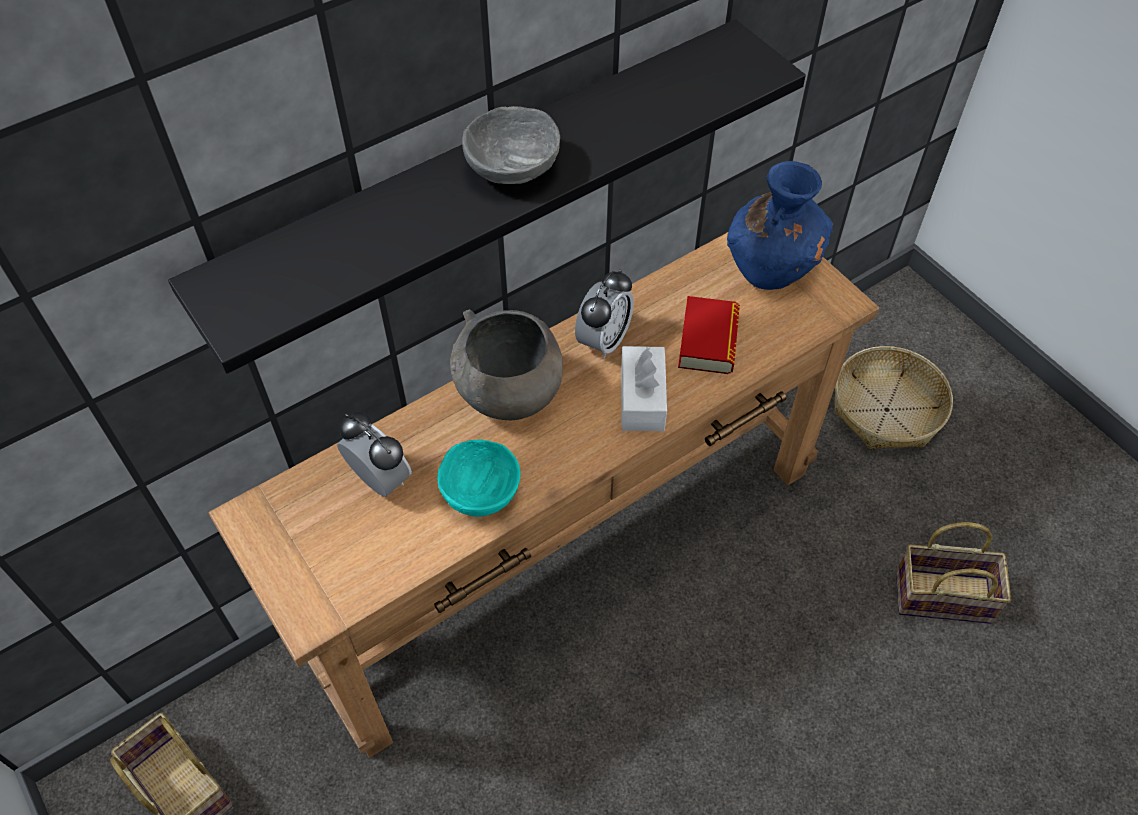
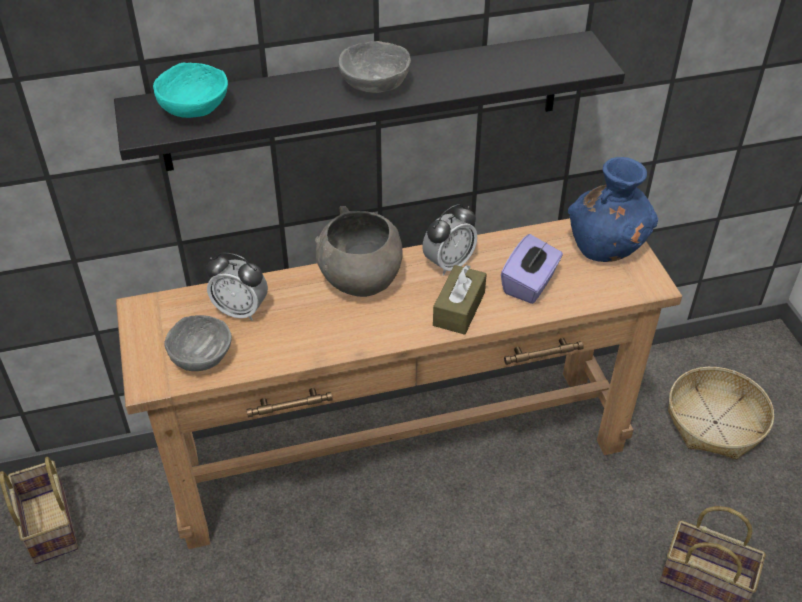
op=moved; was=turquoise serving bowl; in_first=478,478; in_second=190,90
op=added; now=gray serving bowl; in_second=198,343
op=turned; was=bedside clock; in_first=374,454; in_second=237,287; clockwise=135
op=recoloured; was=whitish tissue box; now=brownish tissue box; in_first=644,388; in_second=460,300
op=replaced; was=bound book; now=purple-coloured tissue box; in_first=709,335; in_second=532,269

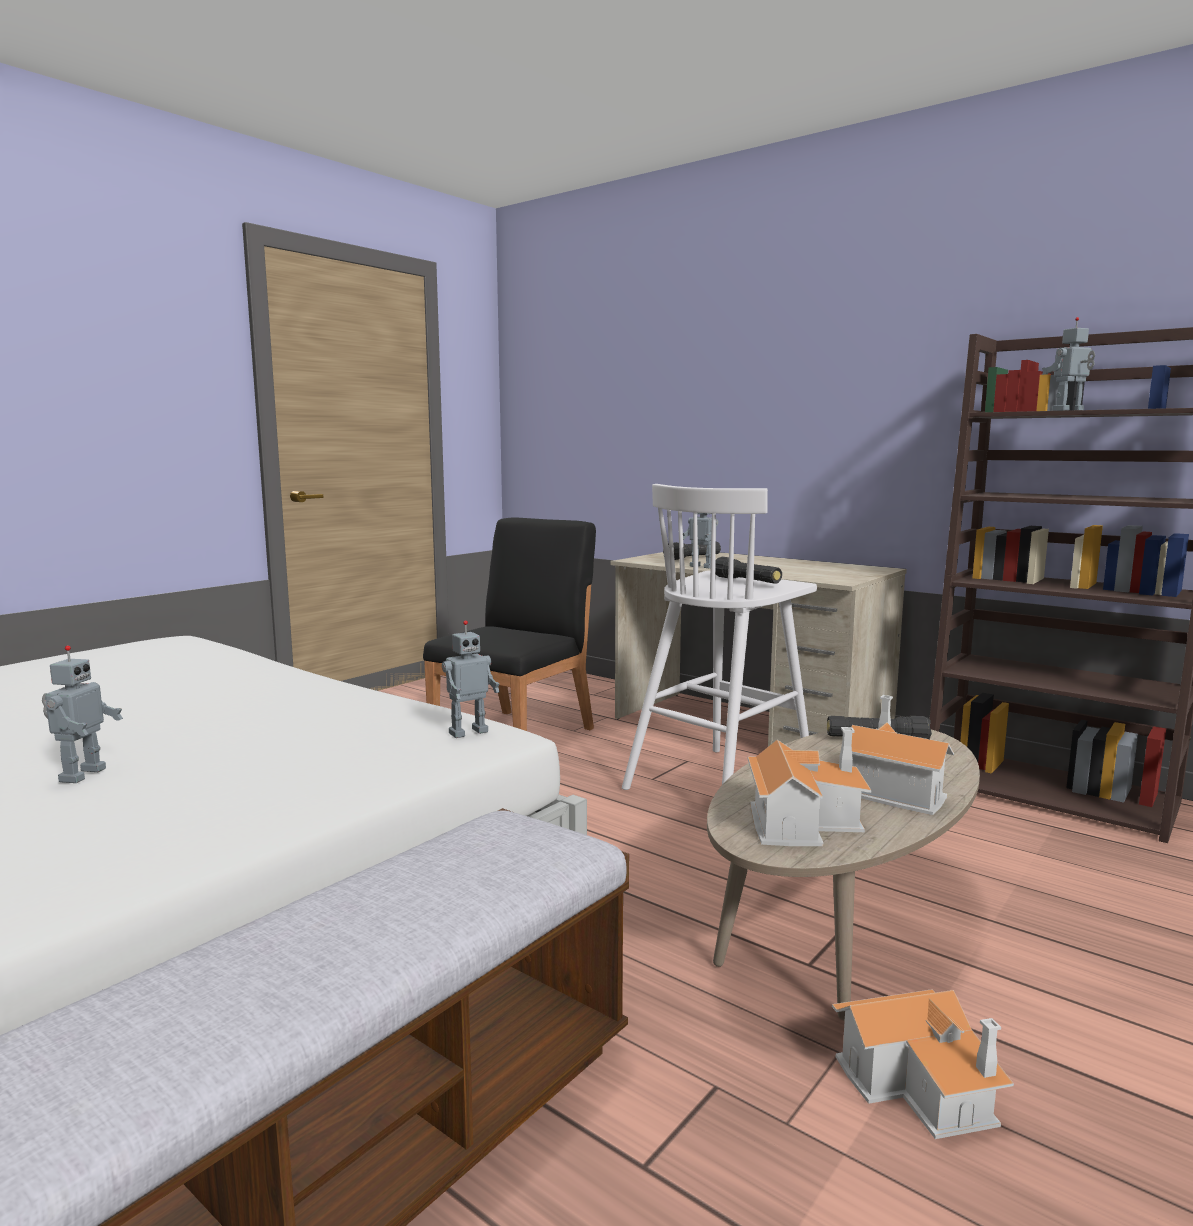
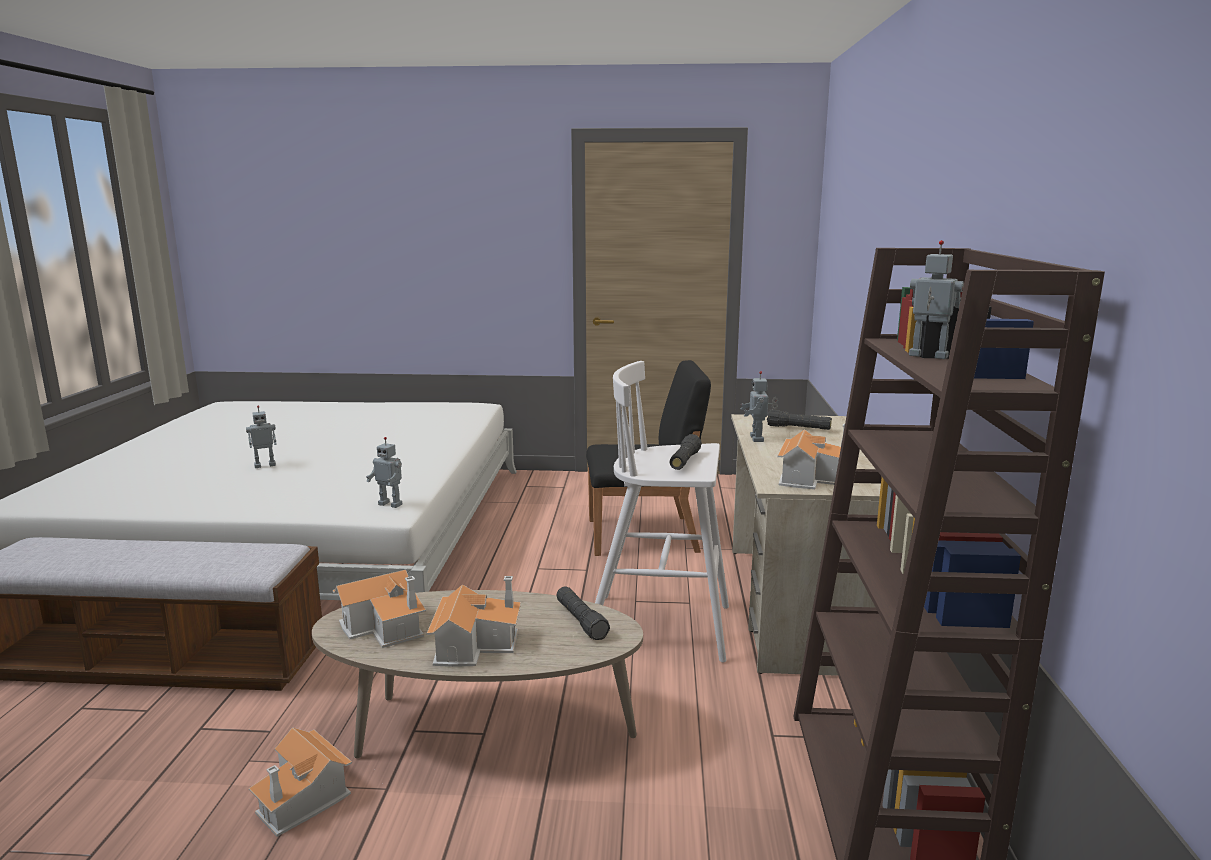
op=added; now=miniature house; in_second=811,456

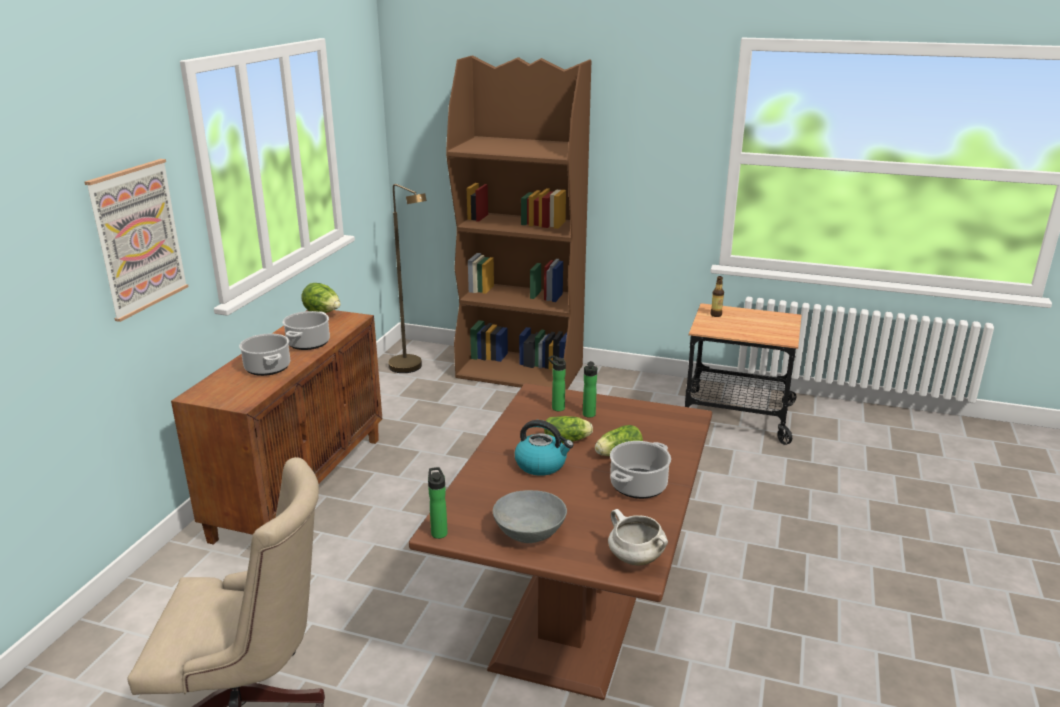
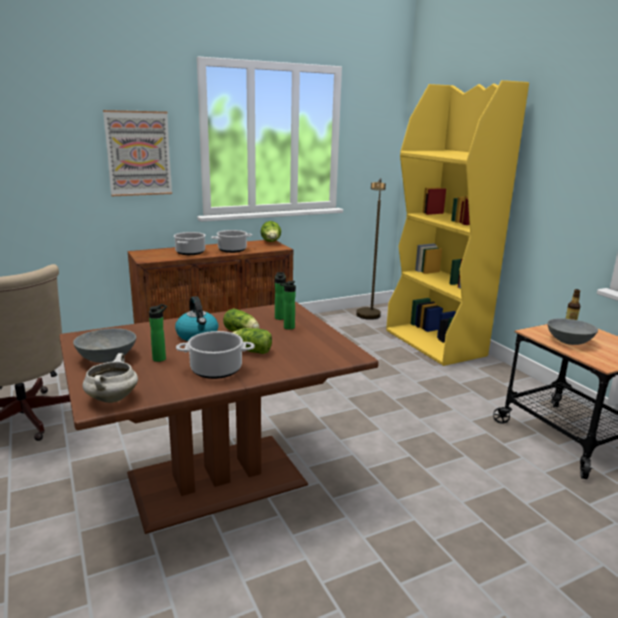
op=moved; was=beverage bottle; in_first=438,503; in_second=158,333
op=recoloured; was=brownish shelving unit; now=yellow-coloured shelving unit; in_first=518,223; in_second=457,223
op=added; now=gray serving bowl; in_second=572,331

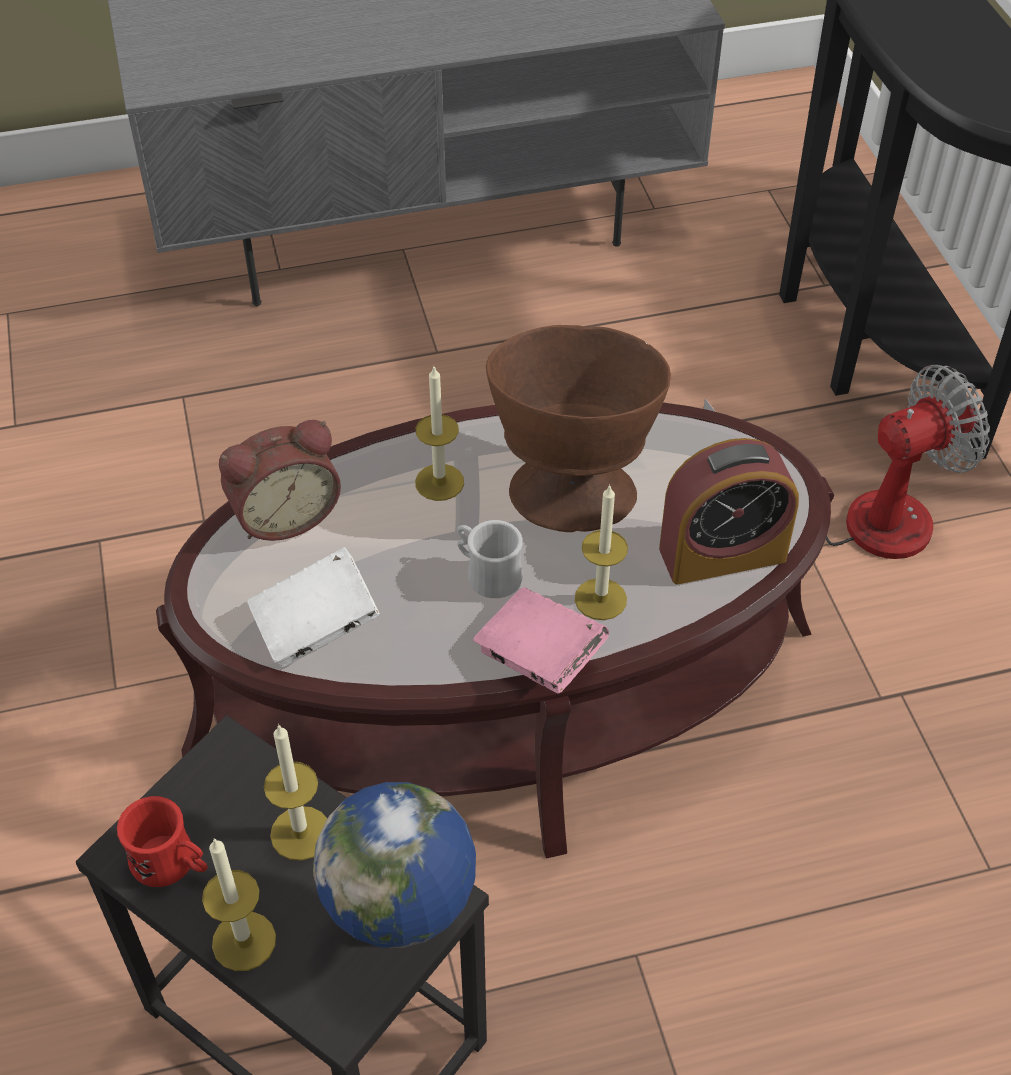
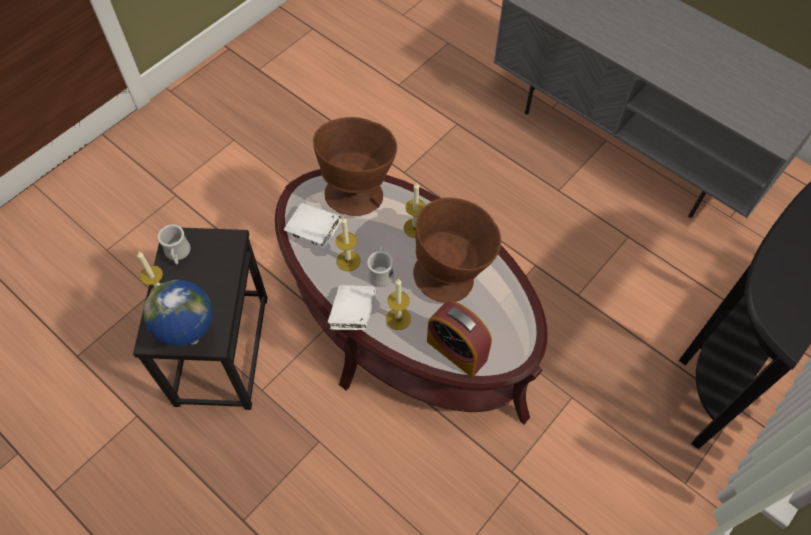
op=recoloured; was=red-coloured tea mug; now=whitish tea mug; in_first=162,841; in_second=174,244
op=replaced; was=bedside clock; now=brownish serving bowl; in_first=280,480; in_second=355,166
op=recoloured; was=pink-coloured bound book; now=whitish bound book; in_first=541,640; in_second=352,307
op=moved; was=candle; in_first=295,792; in_second=348,244
op=removed; was=electric fan; in_first=847,462

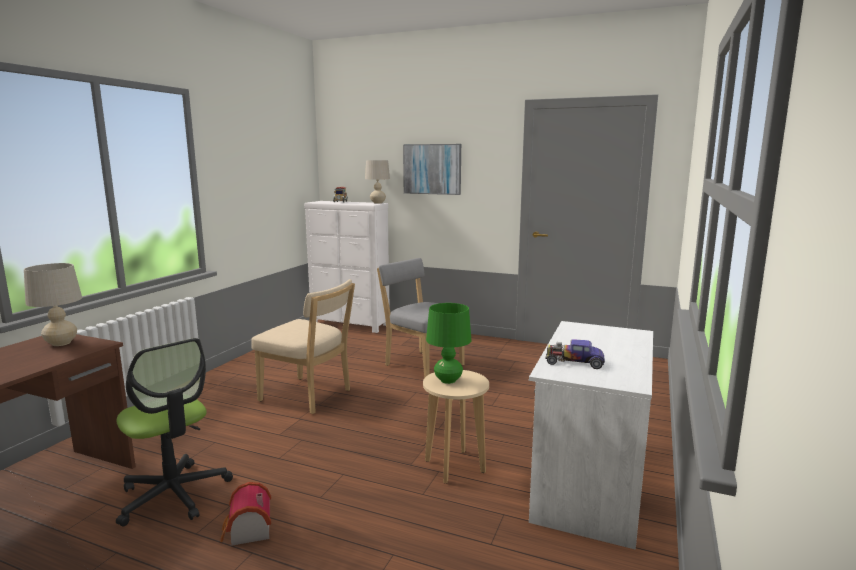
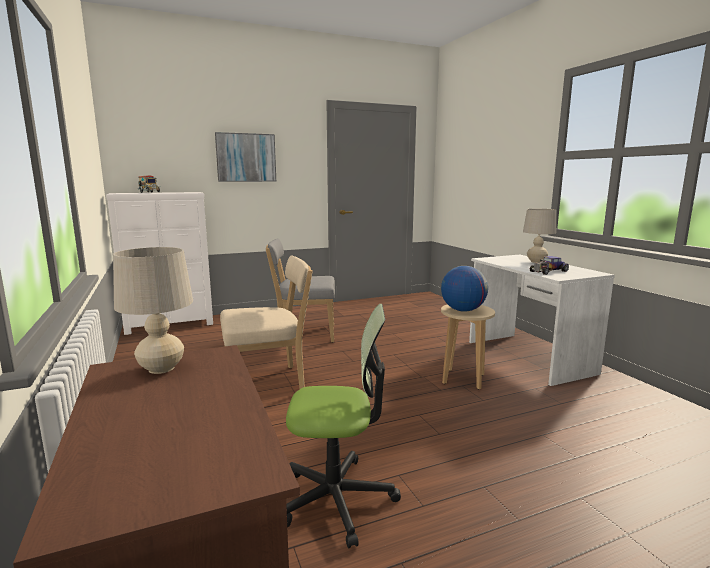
op=replaced; was=greenish lamp for a table; now=desk globe; in_first=449,343; in_second=464,289
op=moved; was=beige-coloured lamp for a table; in_first=377,182; in_second=539,236
op=removed; was=miniature house; in_first=245,514

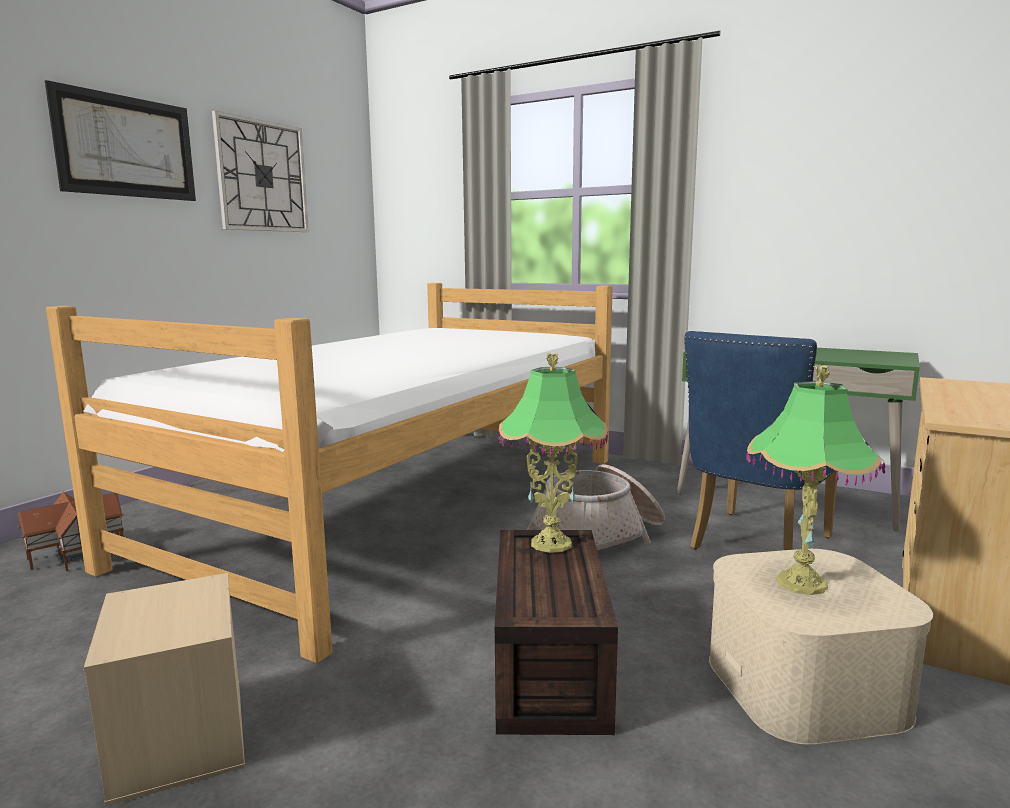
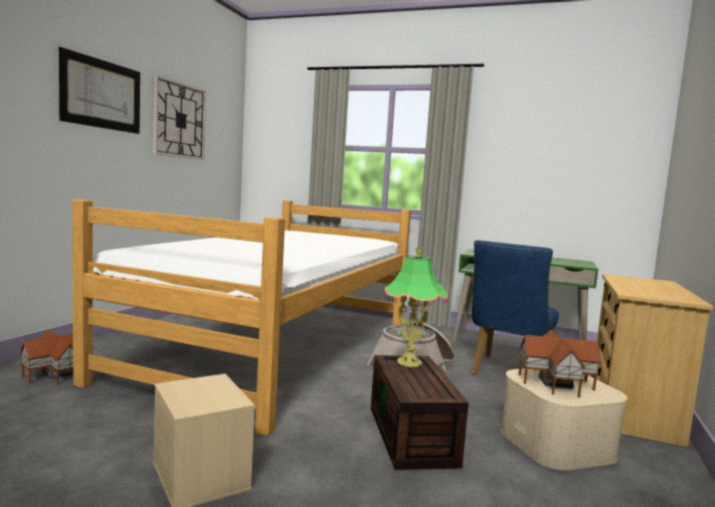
op=replaced; was=lamp for a table; now=miniature house; in_first=815,480; in_second=560,363

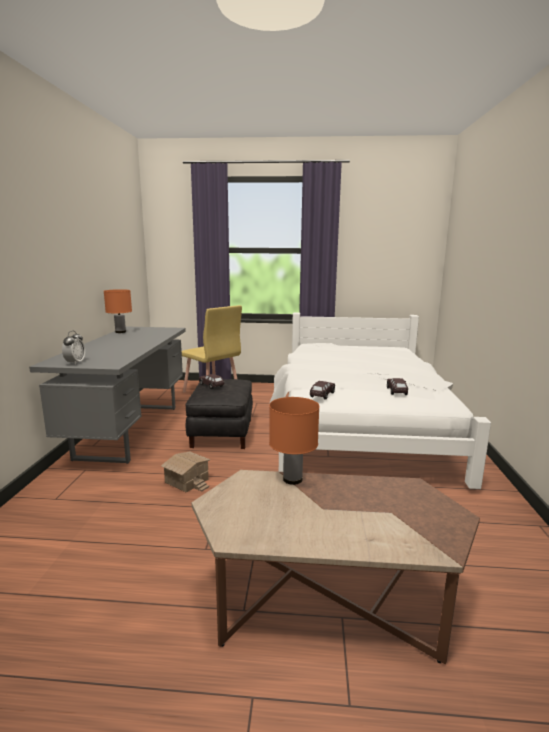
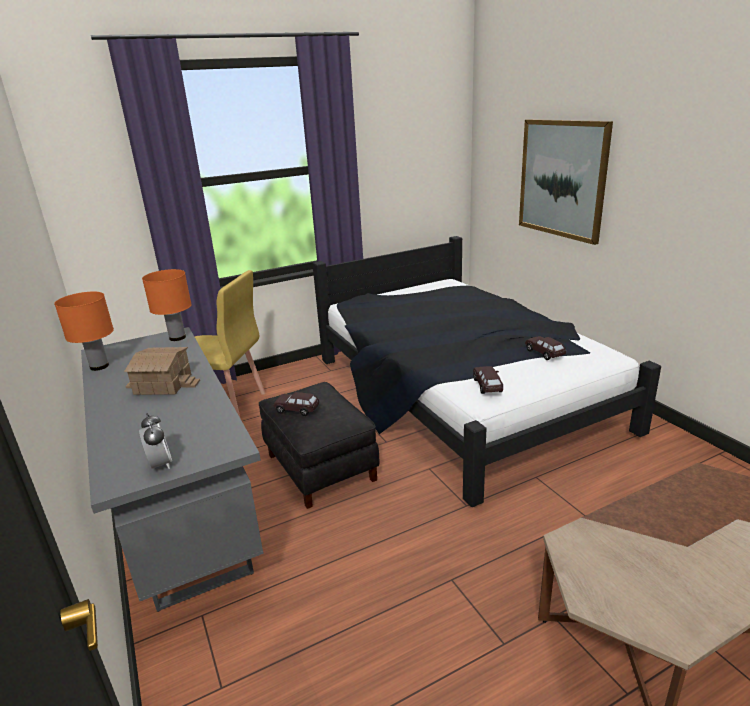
op=moved; was=miniature house; in_first=186,472; in_second=162,371
op=moved; was=orange-coloured lamp for a table; in_first=294,441; in_second=167,305
op=recoloured; was=whitish bed; now=blackish bed; in_first=380,401; in_second=486,371
op=added; now=wall picture; in_second=566,182

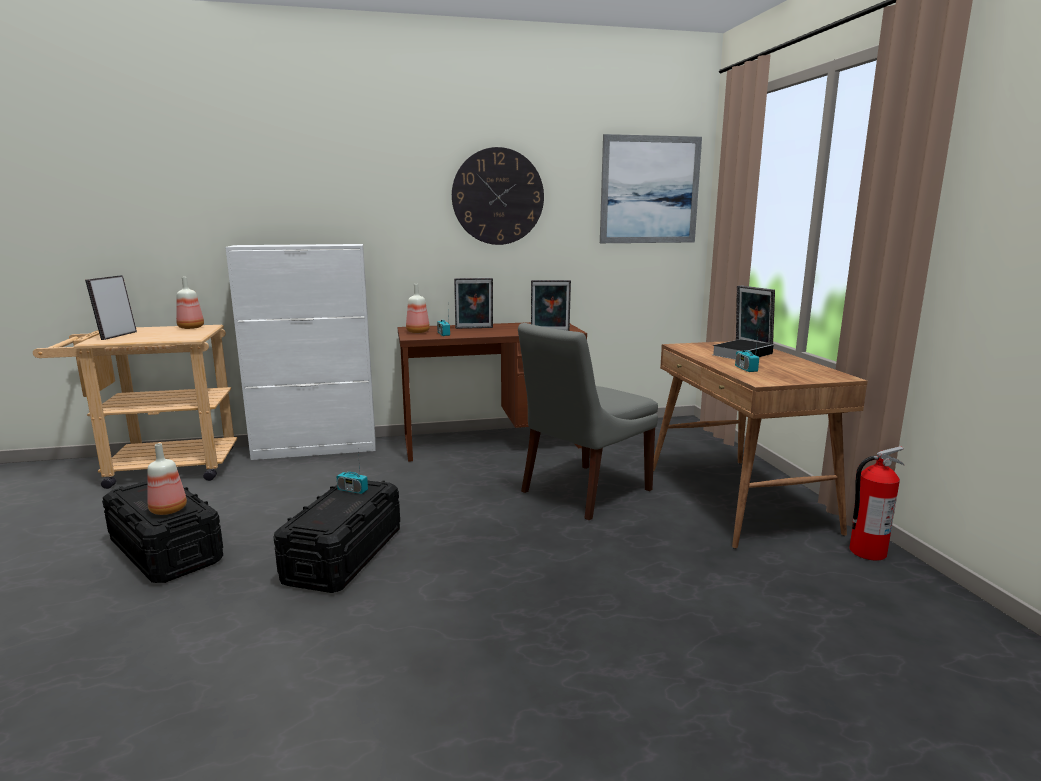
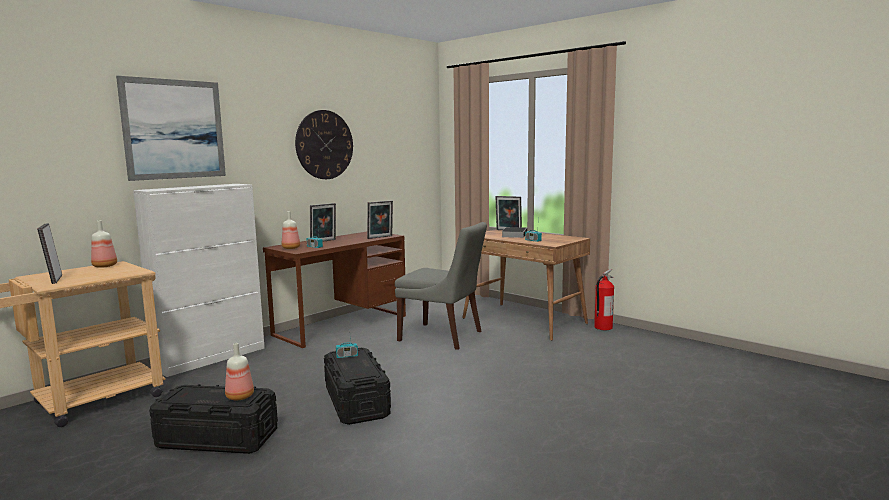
op=moved; was=wall picture; in_first=651,188; in_second=171,128
op=turned; was=gray chair; in_first=588,421; in_second=441,286; clockwise=-75

